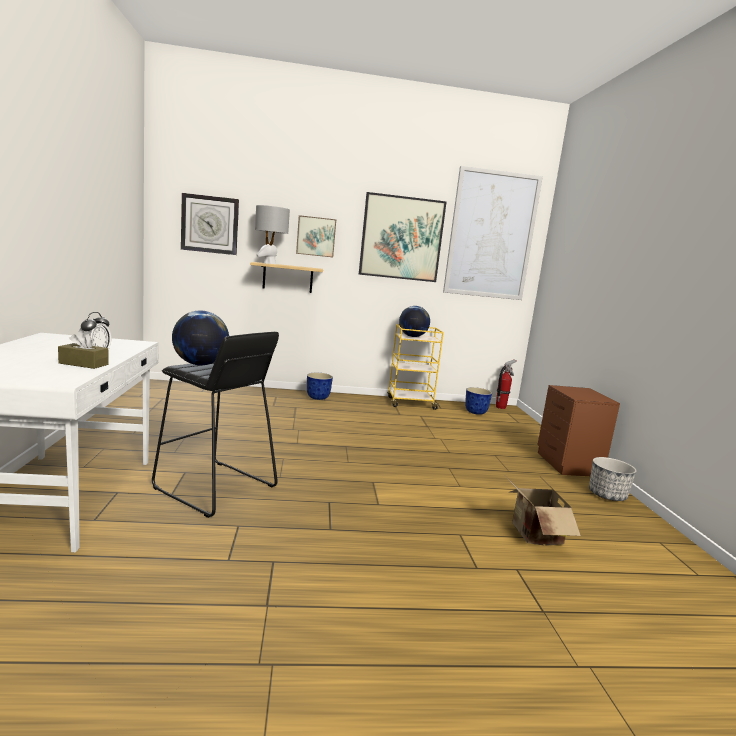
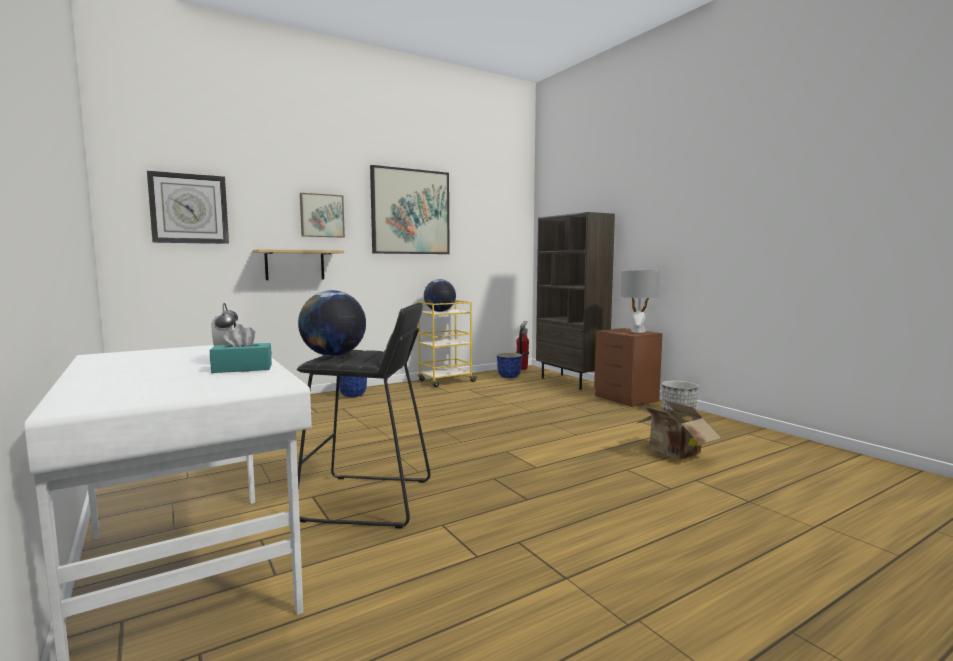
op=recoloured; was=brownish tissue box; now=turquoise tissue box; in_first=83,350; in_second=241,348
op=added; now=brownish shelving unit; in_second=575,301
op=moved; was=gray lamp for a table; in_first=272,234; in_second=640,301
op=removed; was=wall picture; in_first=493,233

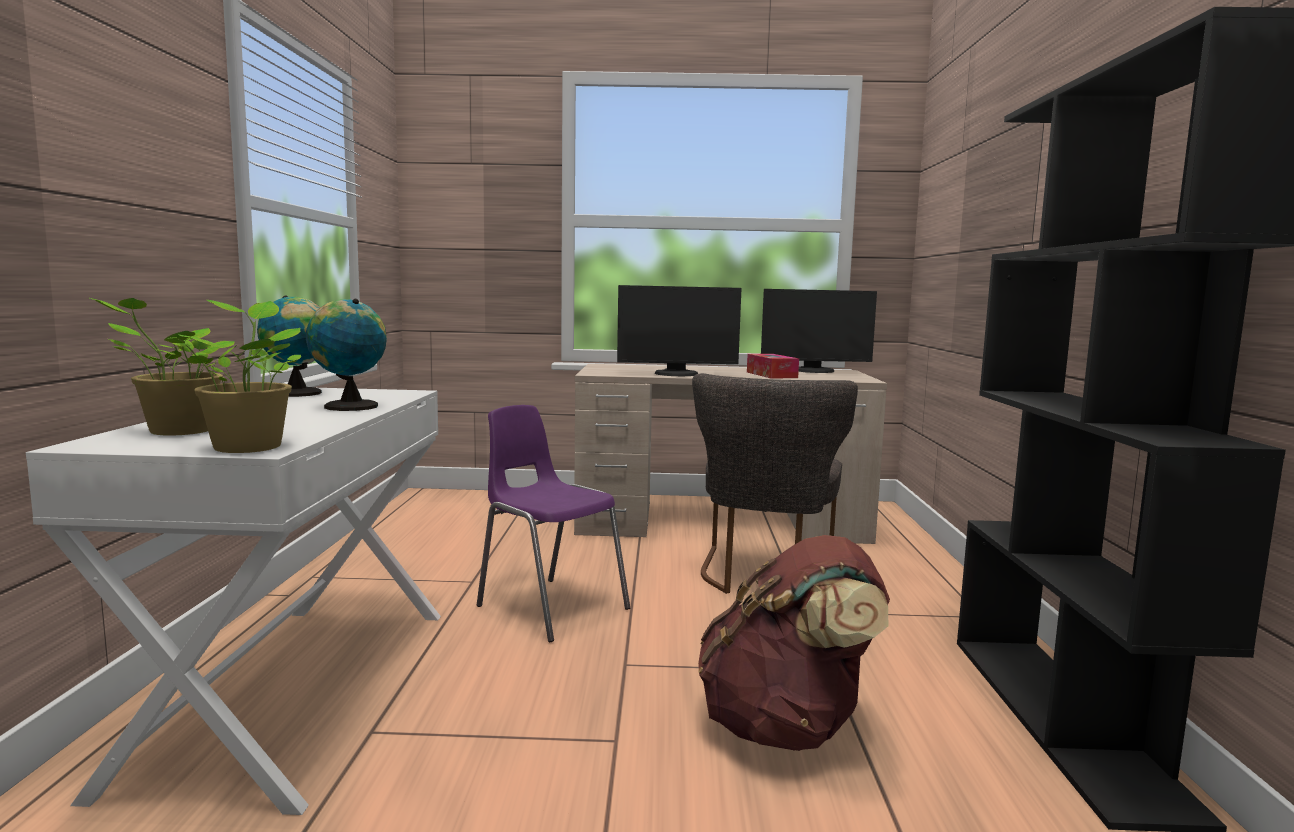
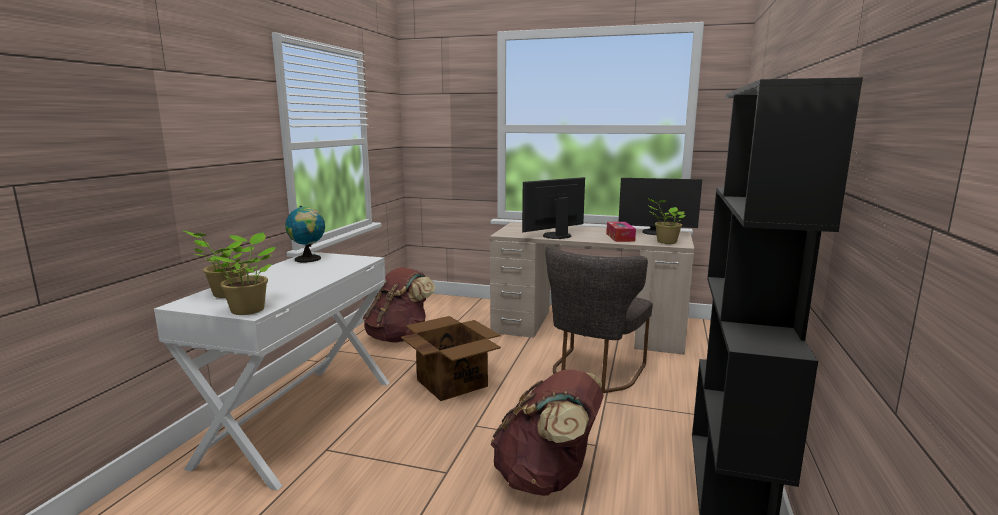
op=added; now=brownish rucksack; in_second=399,305
op=replaced; was=purple-coloured chair; now=carton; in_first=553,523; in_second=451,358
op=turned; was=computer display; in_first=679,330; in_second=553,208; clockwise=135
op=added; now=potted plant; in_second=666,221
op=removed; was=desk globe; in_first=346,355

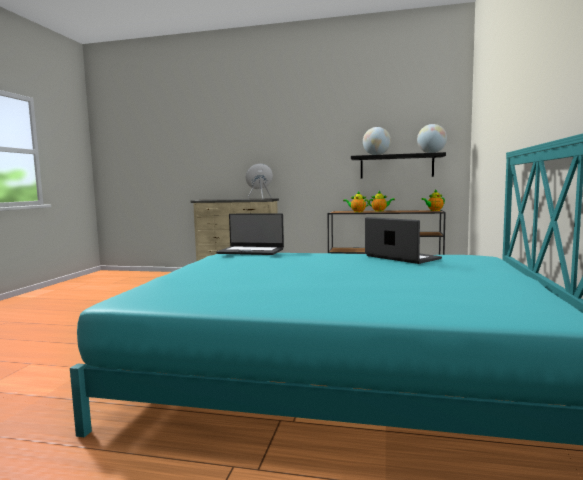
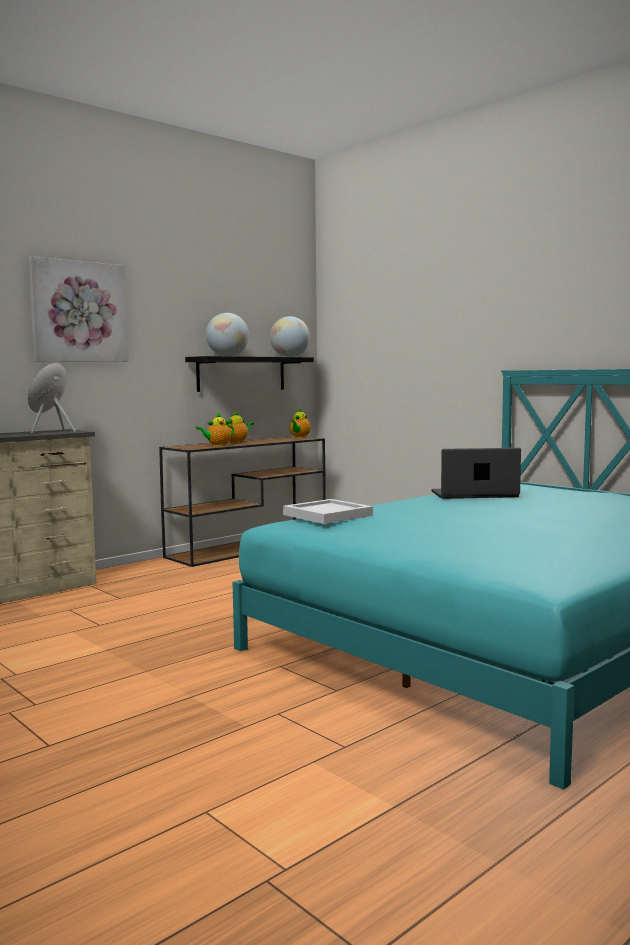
op=added; now=wall picture; in_second=78,309
op=replaced; was=notebook computer; now=whitish carrying tray; in_first=250,234; in_second=328,511

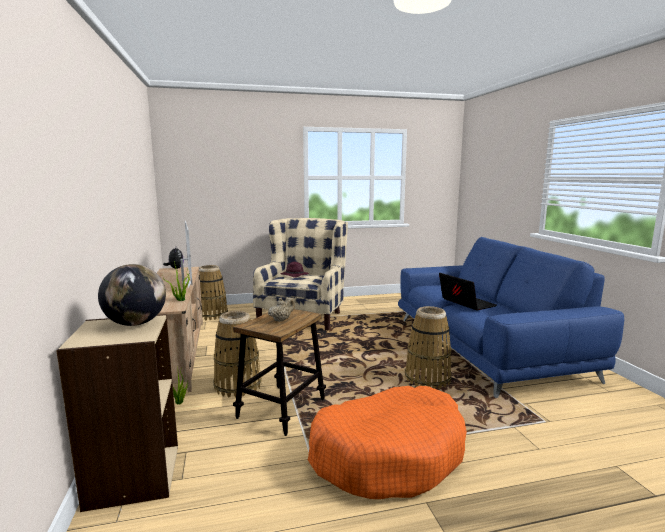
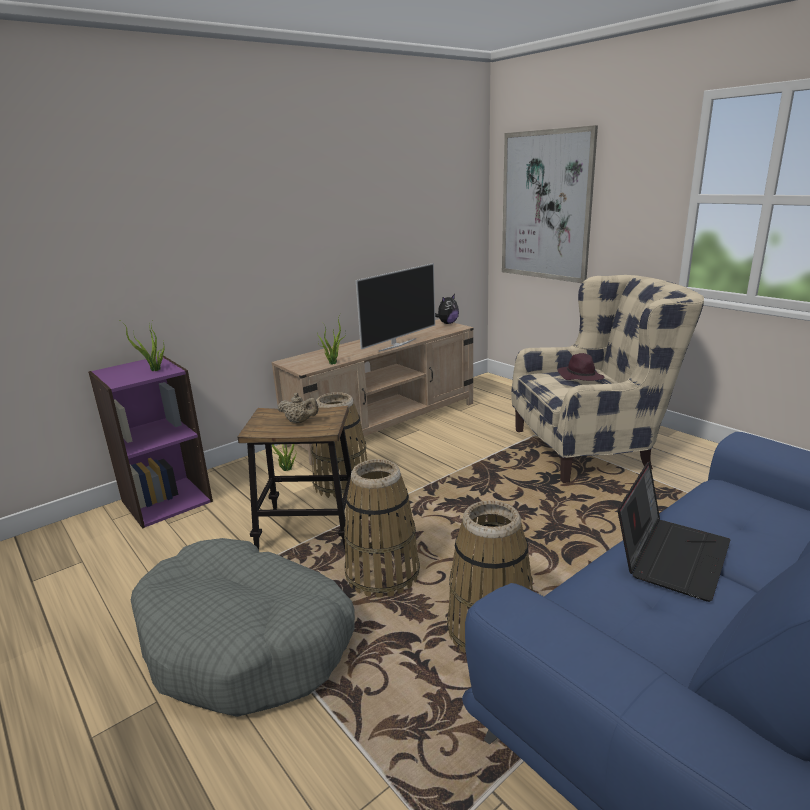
op=recoloured; was=beige-coloured shelving unit; now=purple-coloured shelving unit; in_first=117,413; in_second=150,442
op=replaced; was=desk globe; now=potted plant; in_first=132,295; in_second=141,345
op=recoloured; was=orange-coloured pet bed; now=gray pet bed; in_first=387,442; in_second=243,627
op=moved; was=storage basket; in_first=213,292; in_second=382,528
op=added; now=wall picture; in_second=550,204

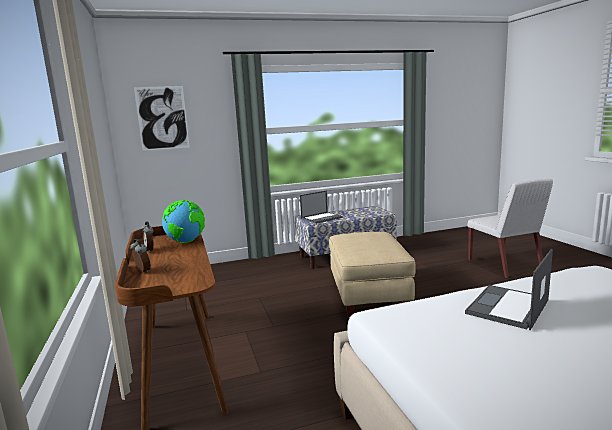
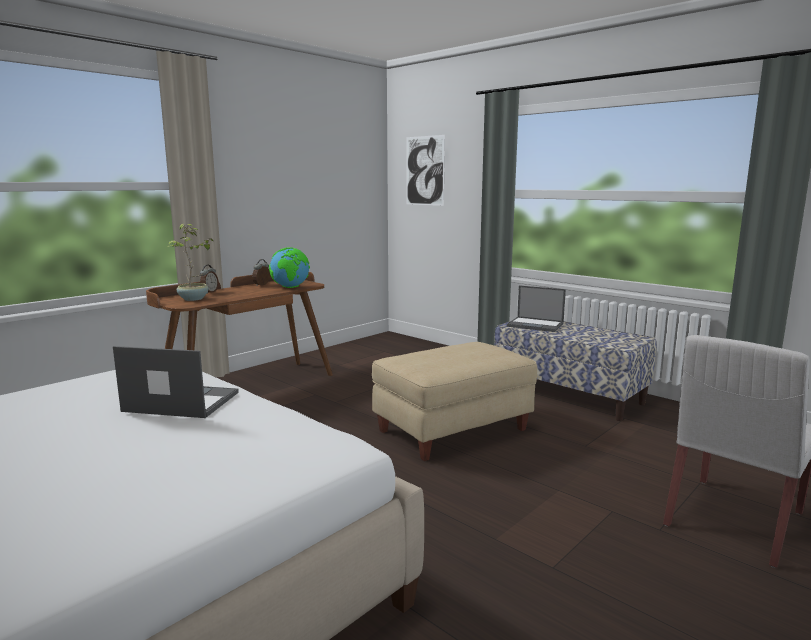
op=added; now=potted plant; in_second=191,262

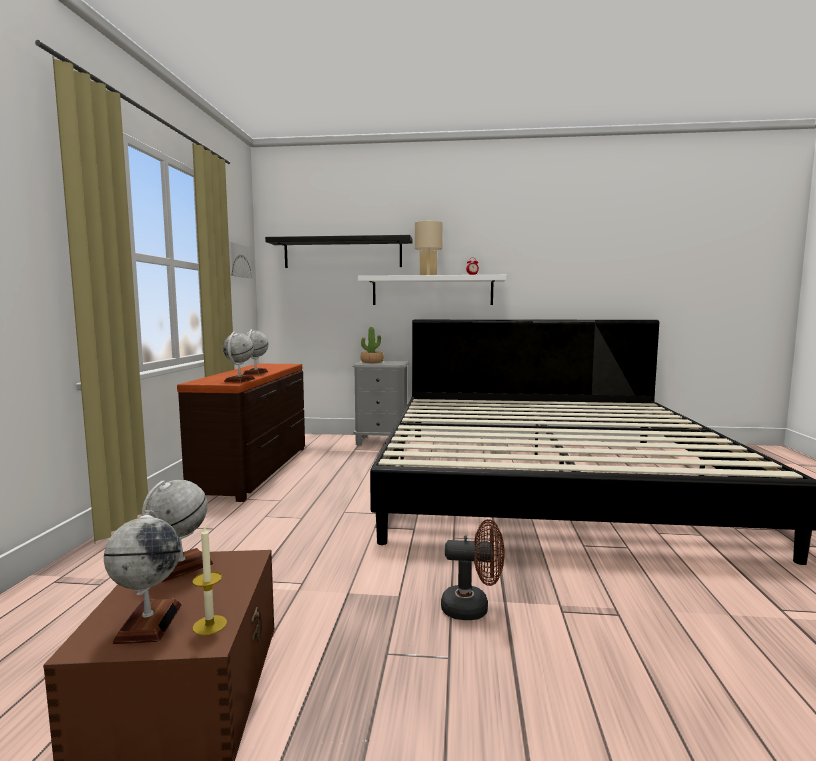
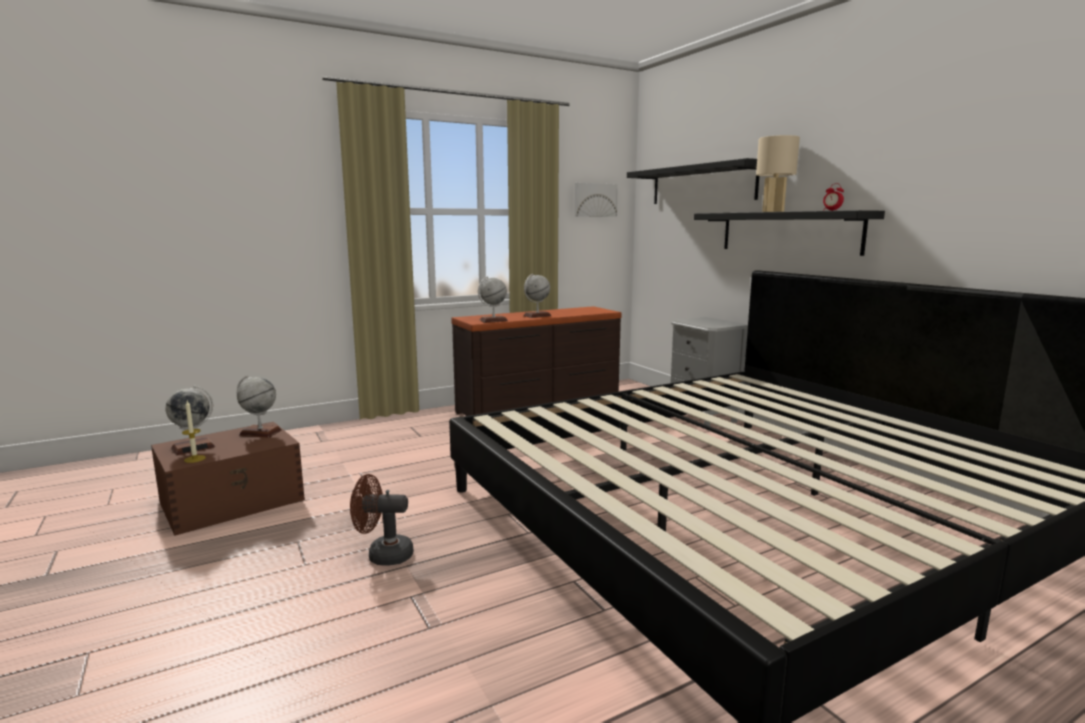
op=turned; was=brownish electric fan; in_first=472,569; in_second=382,520; clockwise=120
op=recoloured; was=whitish bracket shelf; now=blackish bracket shelf; in_first=432,290; in_second=789,233
op=removed; was=potted plant; in_first=372,345

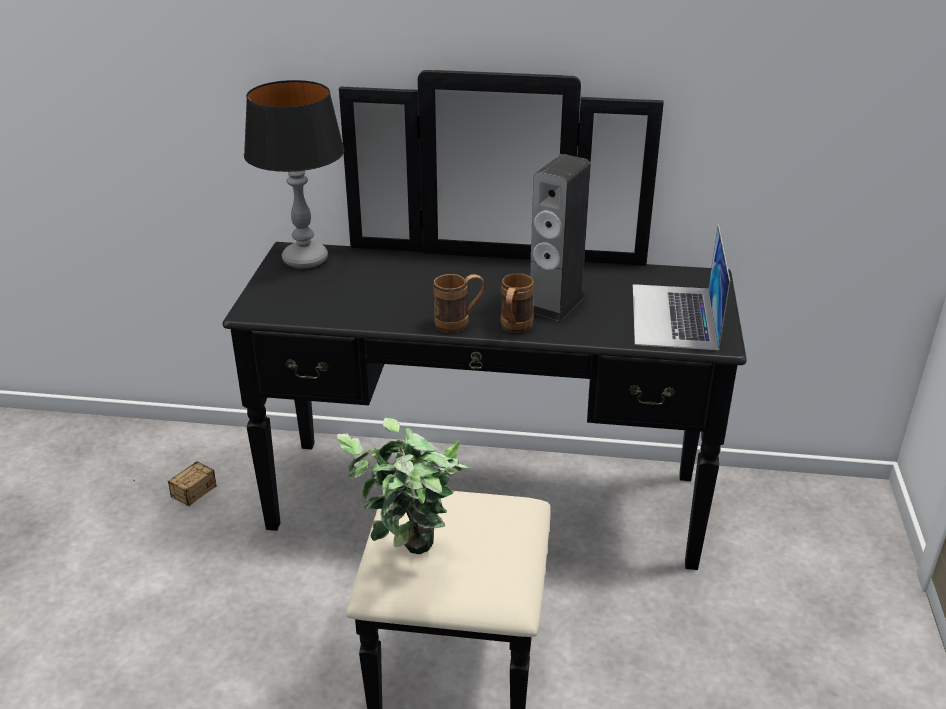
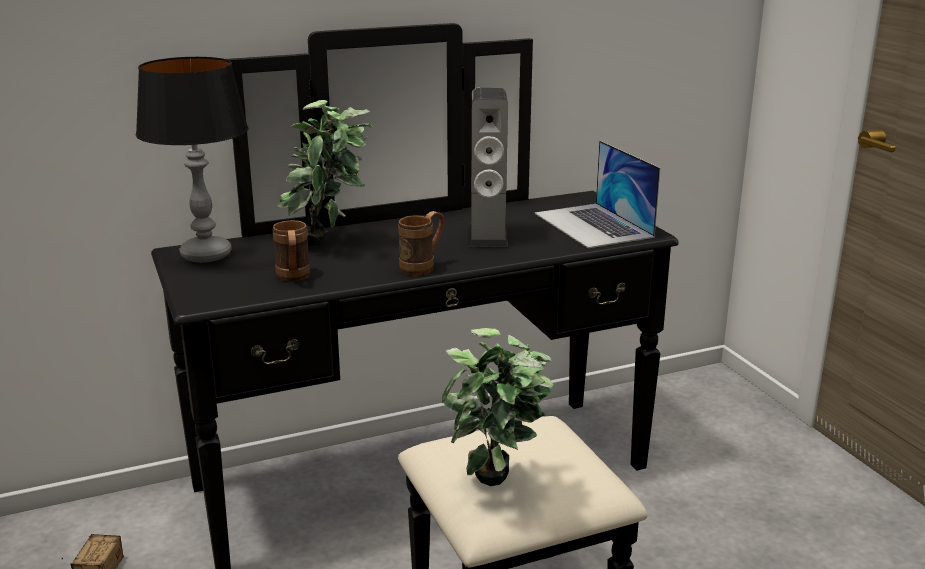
op=moved; was=brownish tea mug; in_first=517,303; in_second=291,251
op=added; now=potted plant; in_second=325,173

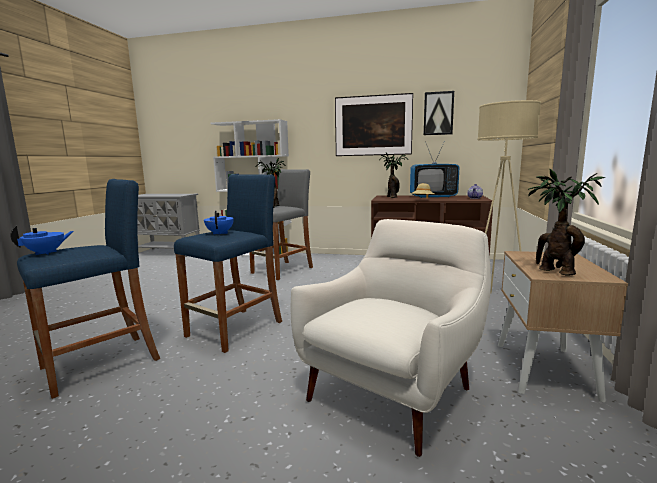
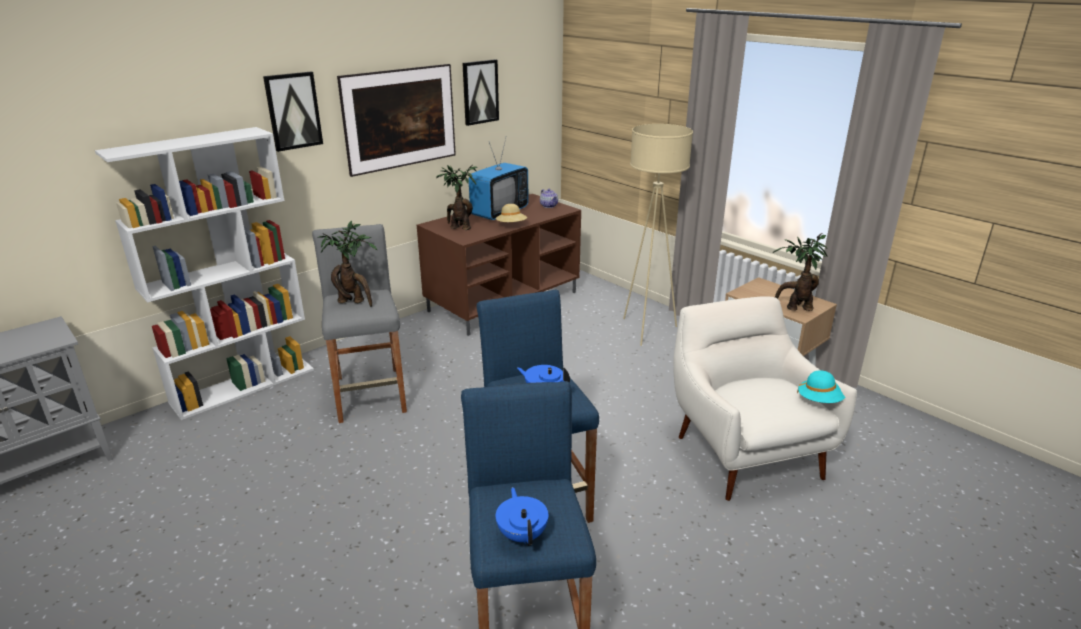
op=added; now=wall picture; in_second=293,112
op=added; now=turquoise wearable hat; in_second=821,386

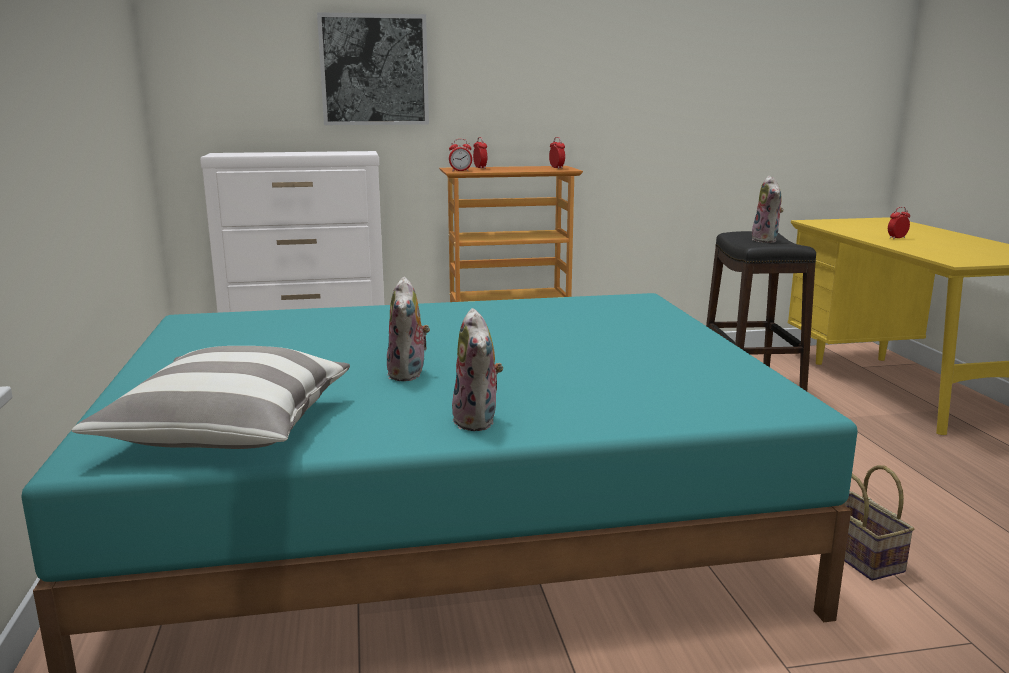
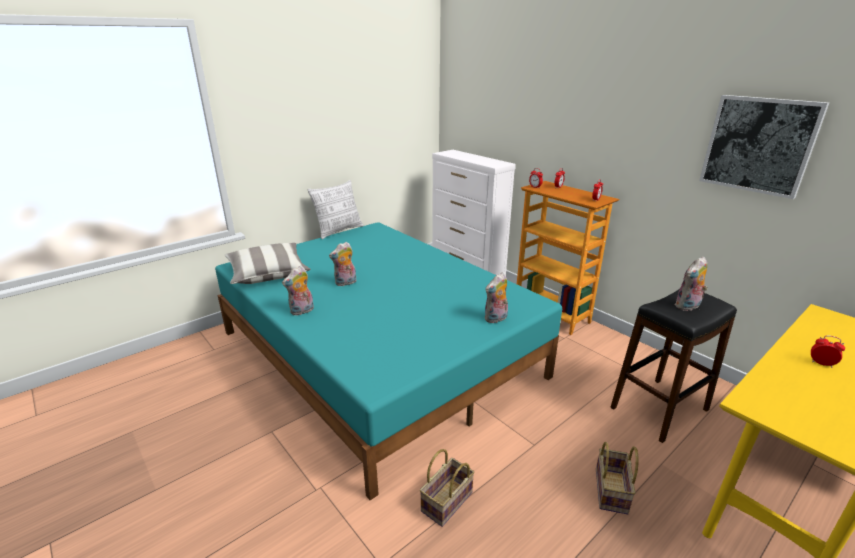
op=added; now=throw pillow; in_second=336,209
op=added; now=plush toy; in_second=496,297
op=added; now=storage basket; in_second=617,478
op=moved; was=wall picture; in_first=373,68; in_second=764,147

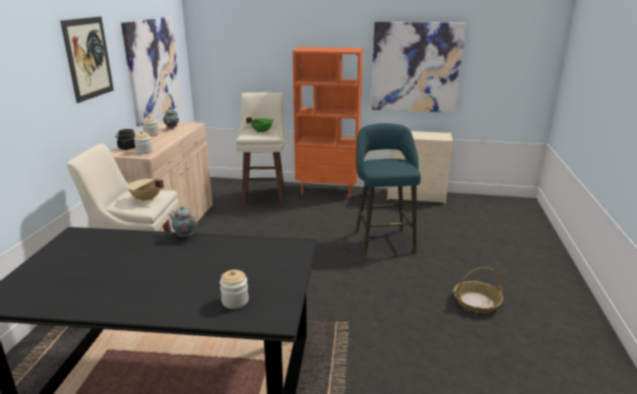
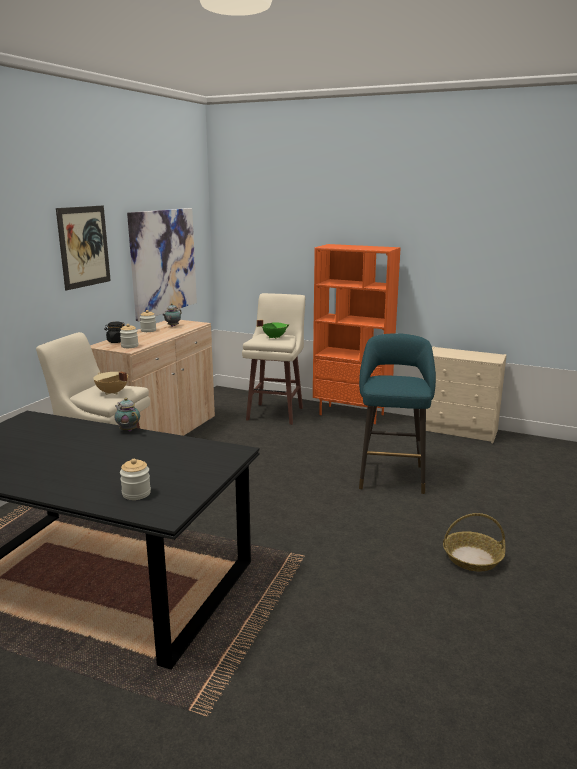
op=removed; was=wall picture; in_first=418,67

